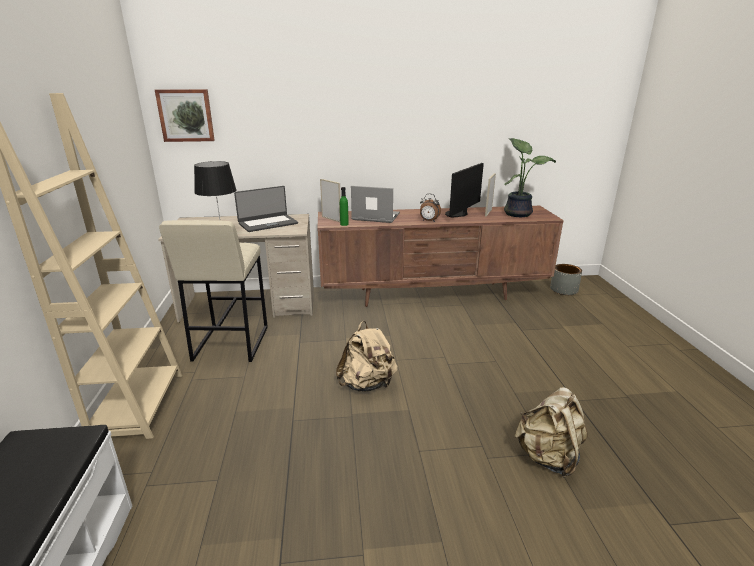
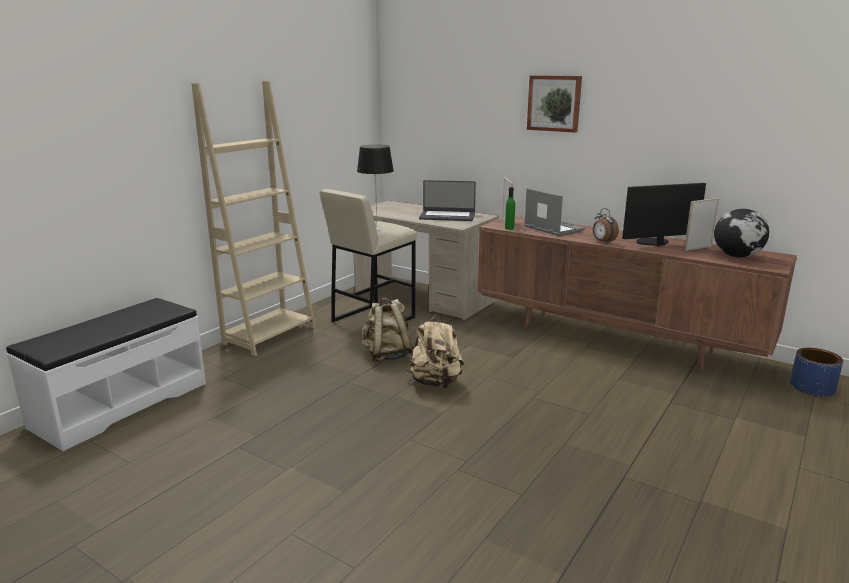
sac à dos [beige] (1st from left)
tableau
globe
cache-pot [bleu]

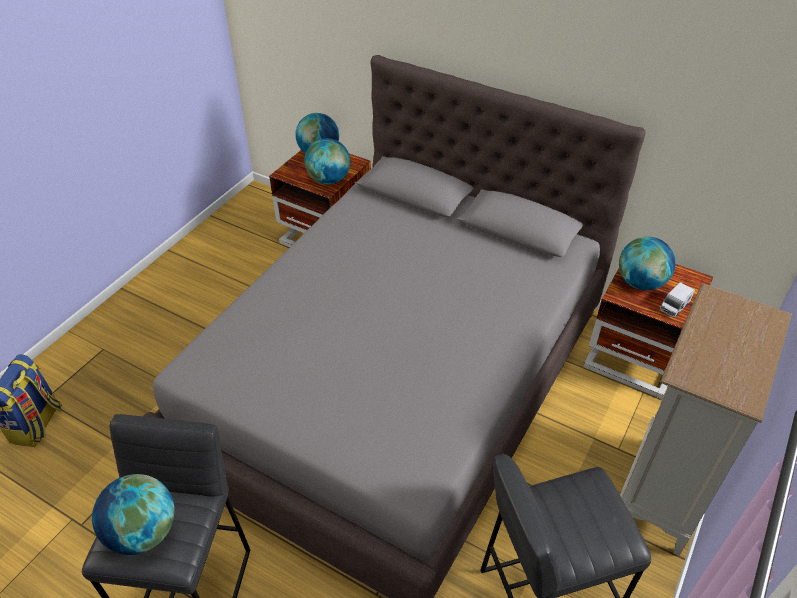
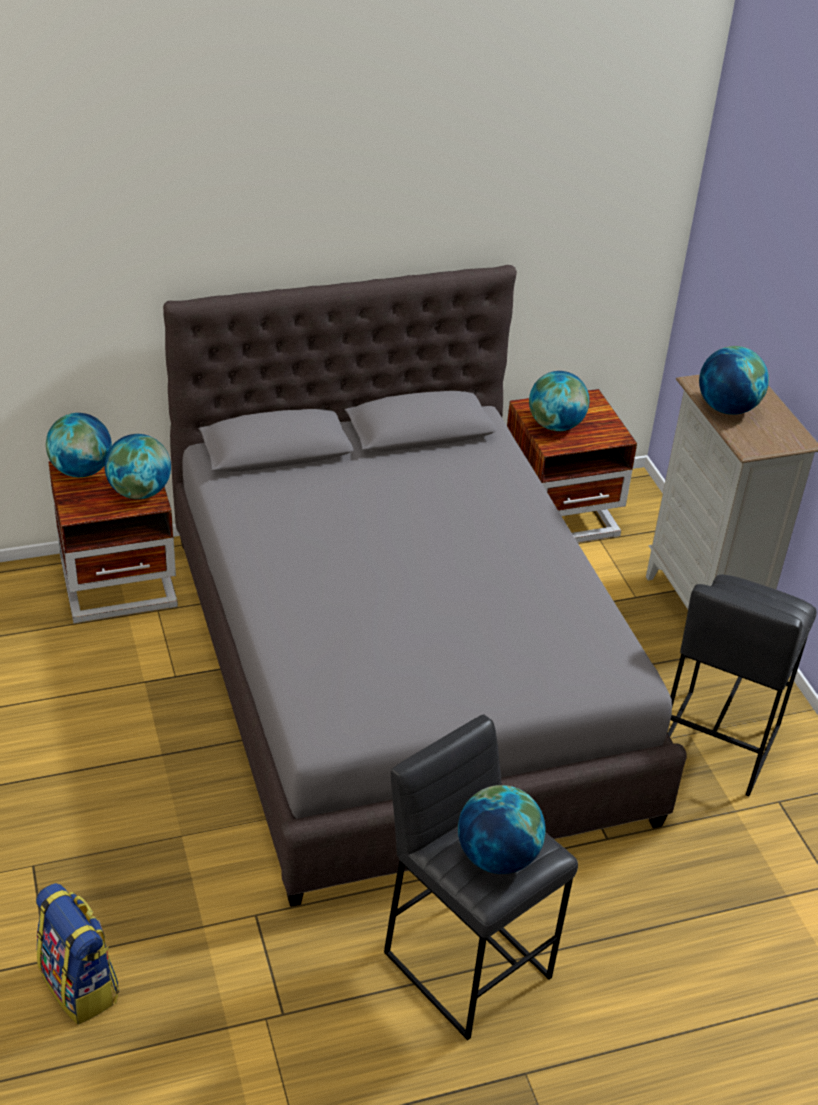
globe (5th from left)
camion jouet

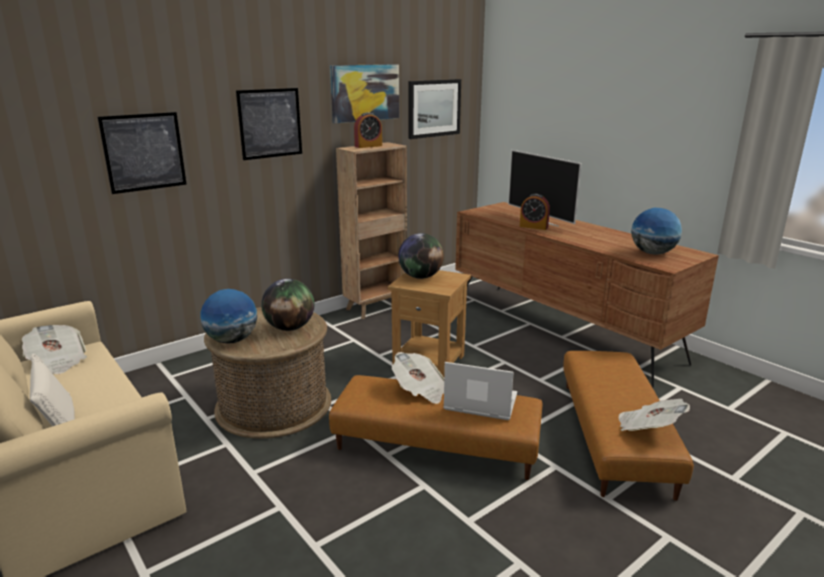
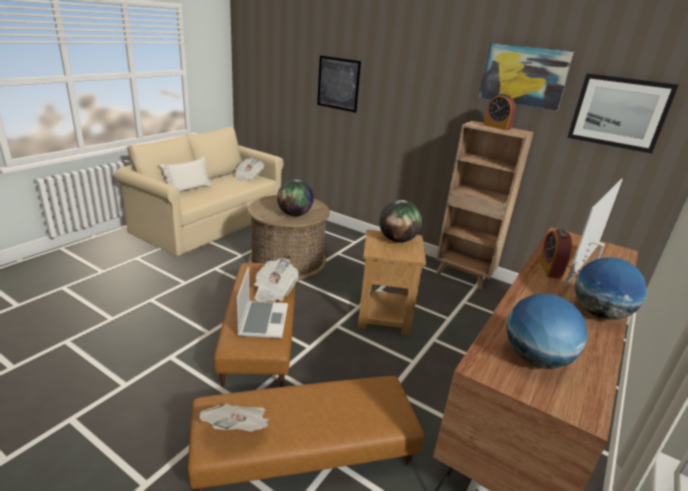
globe (4th from left)
tableau (2nd from left in the first image)

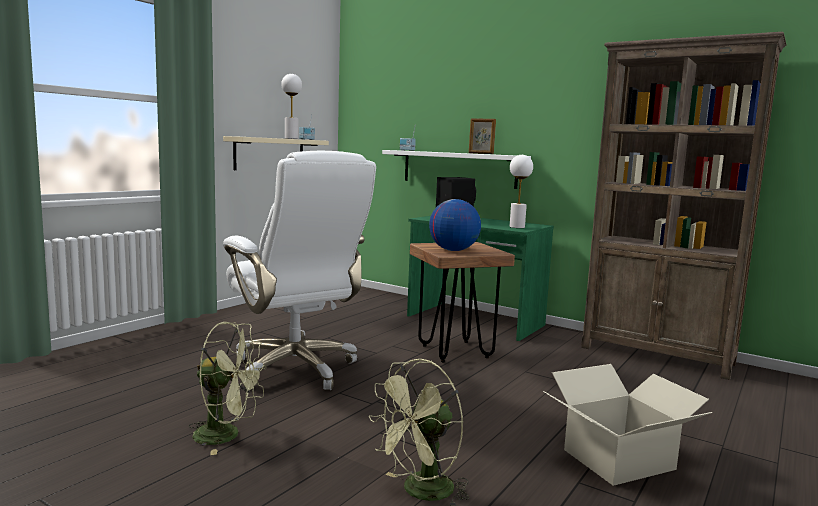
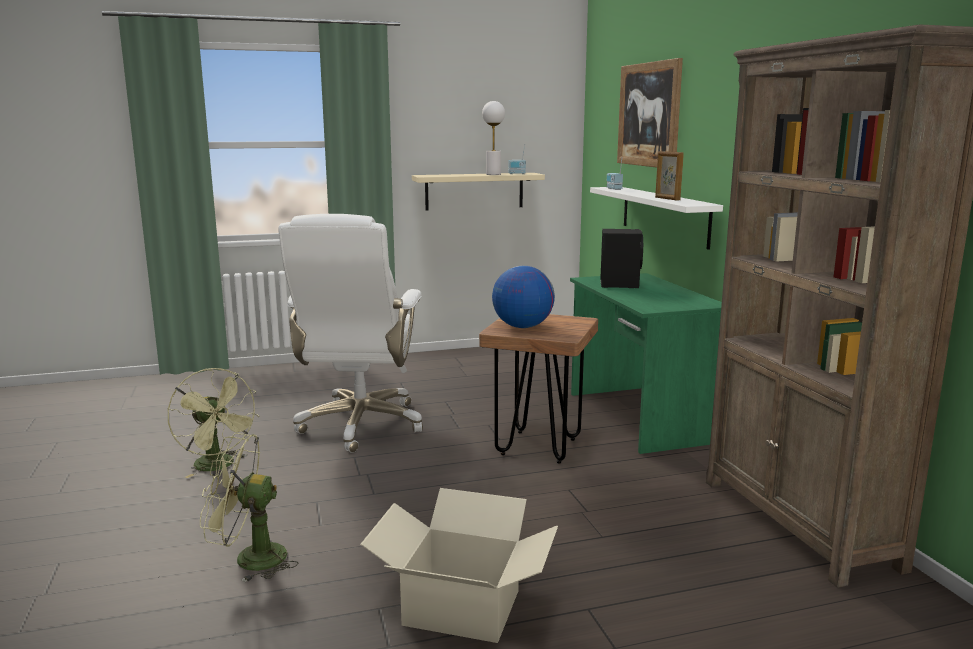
tableau
lampe de table [blanc] (2nd from left in the first image)

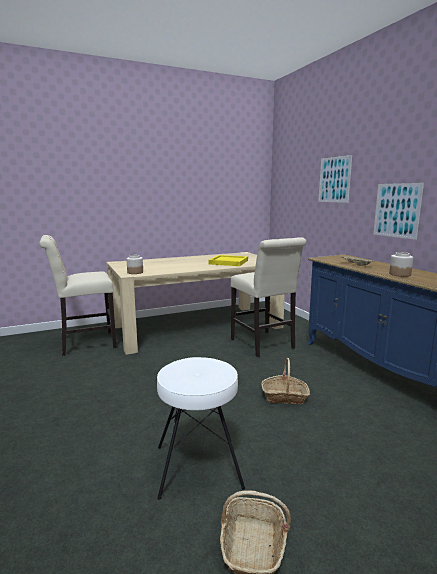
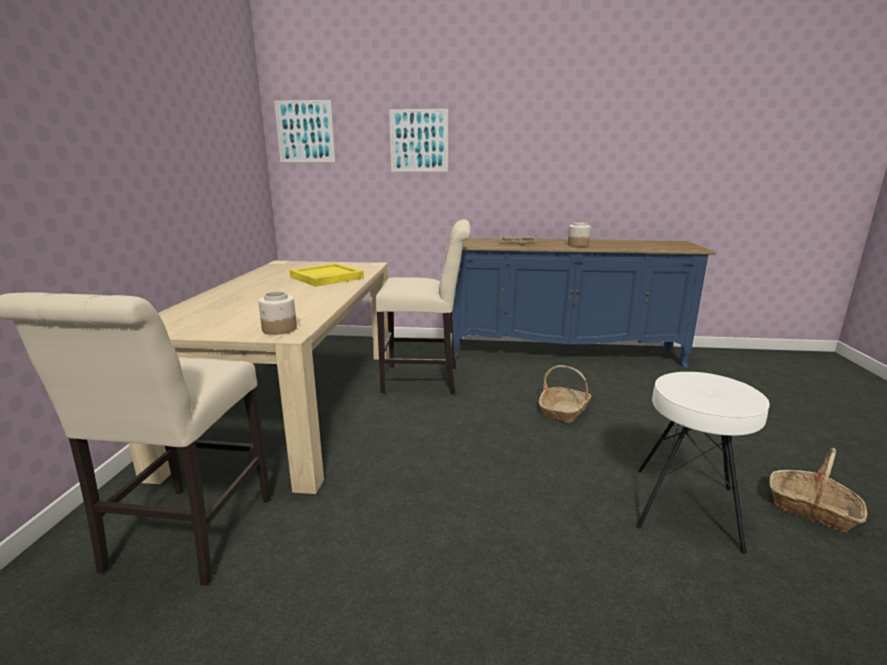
tableau (1st from left)

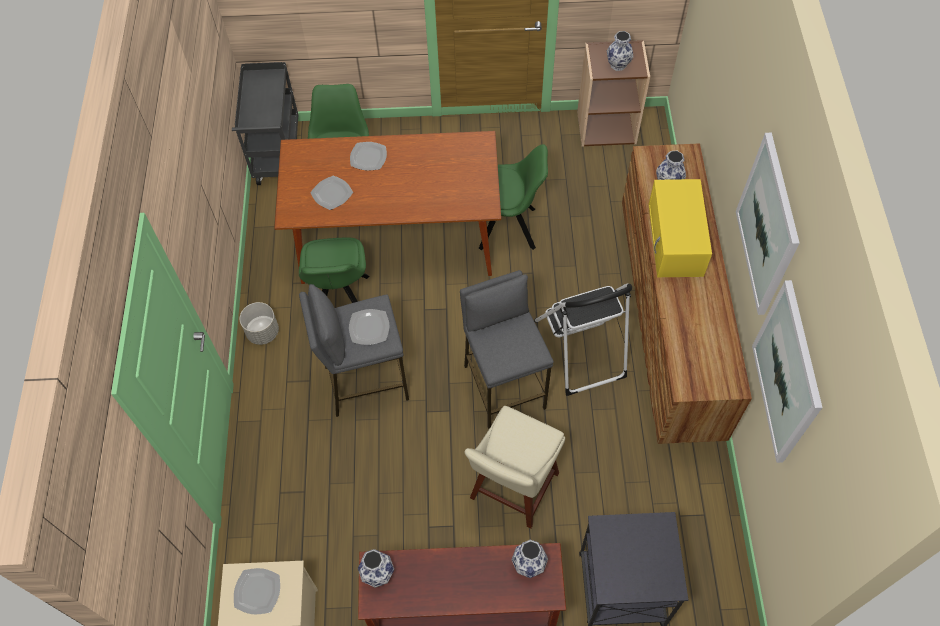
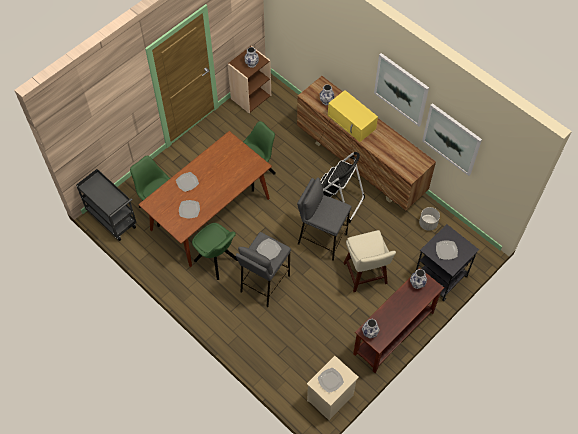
cache-pot [gris]
assiette (5th from left)

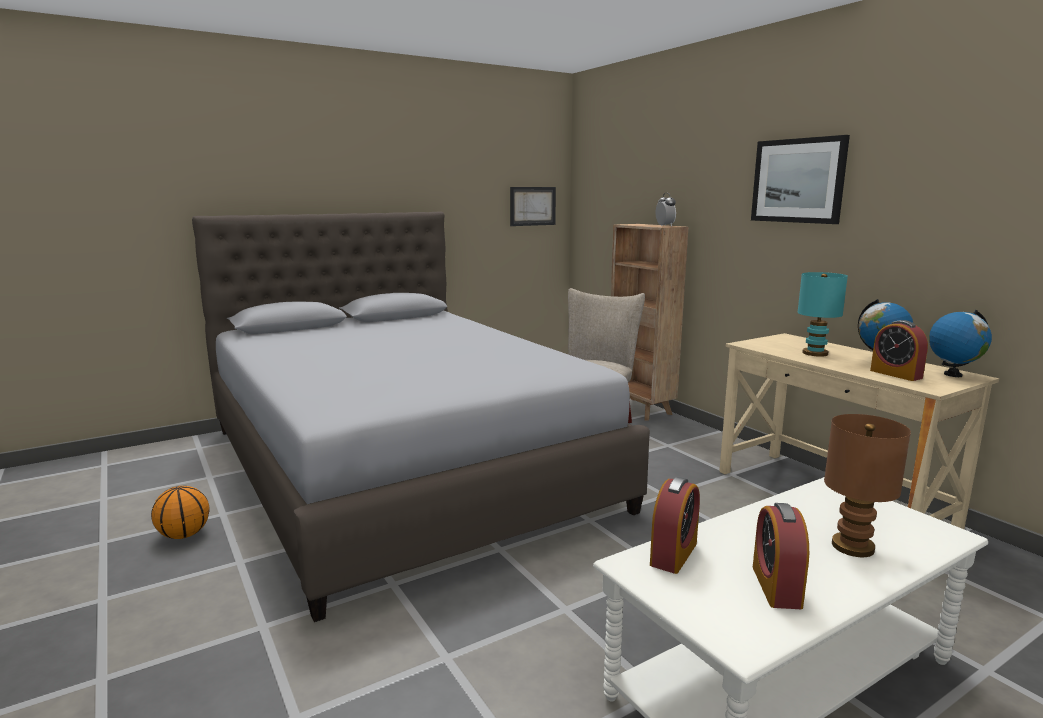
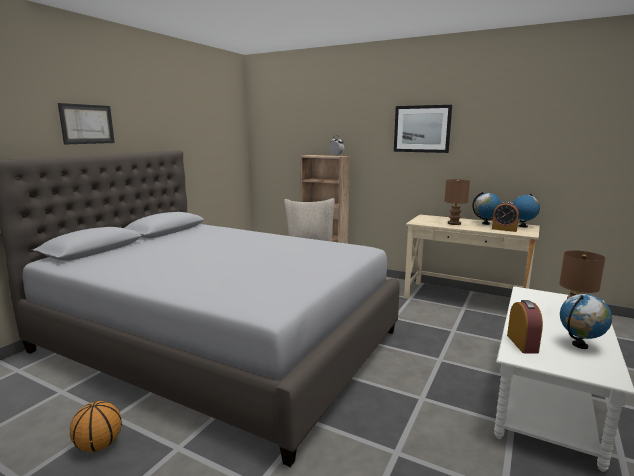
tableau (1st from left)
lampe de table [marron] (1st from left)
globe (3rd from left)

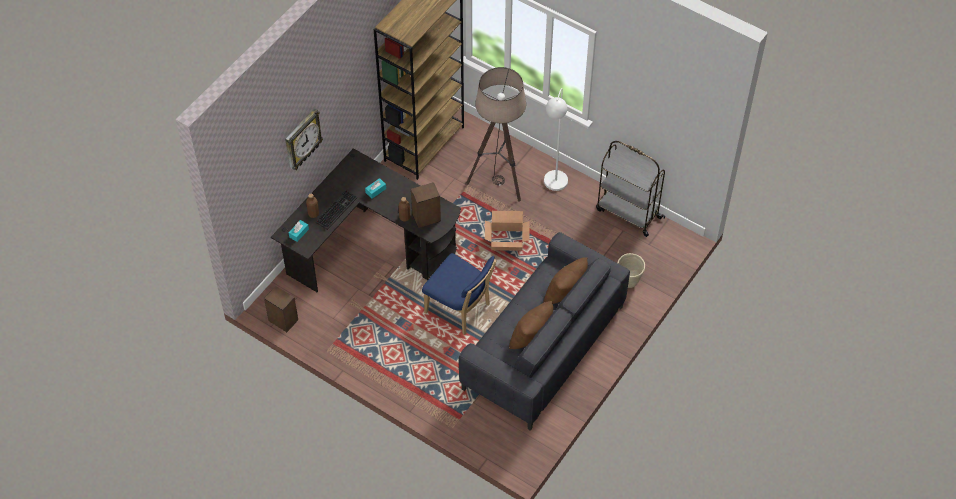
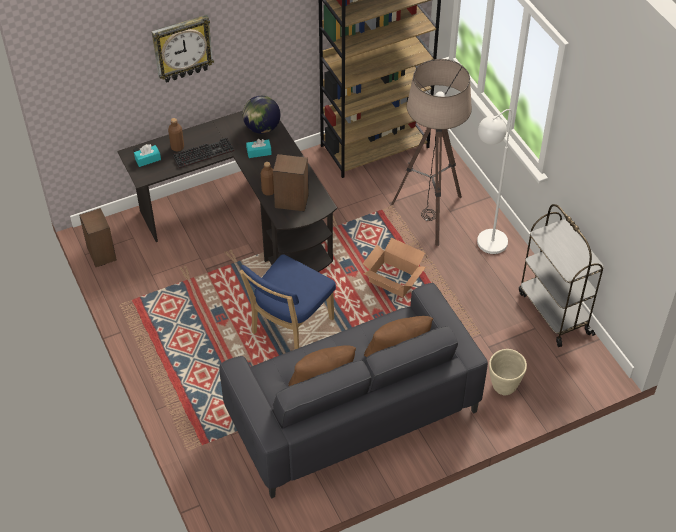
chaise [bleu]
globe

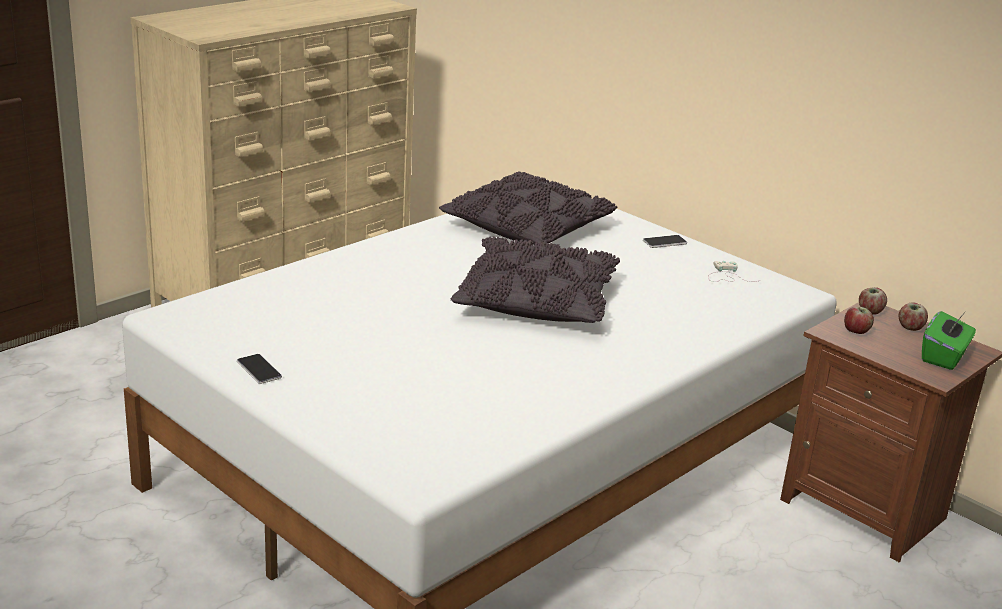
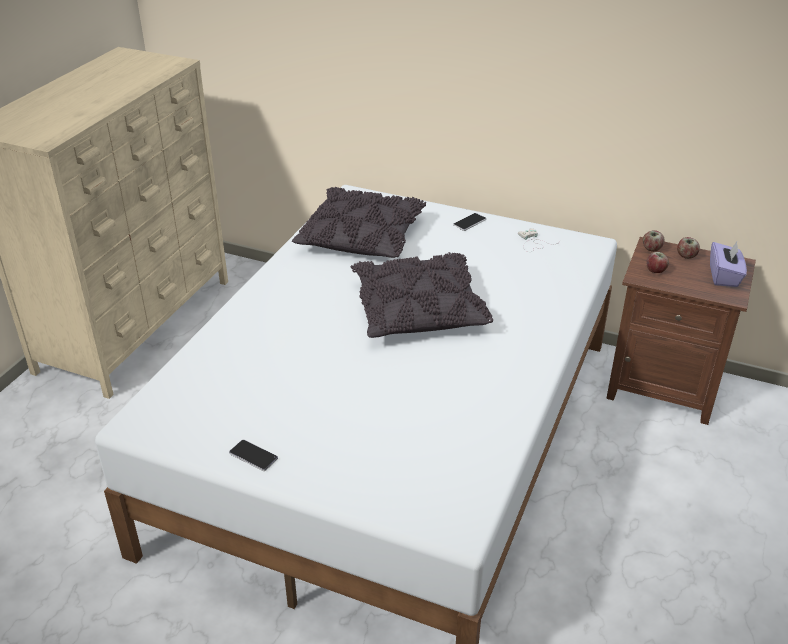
boîte à mouchoirs [violet]

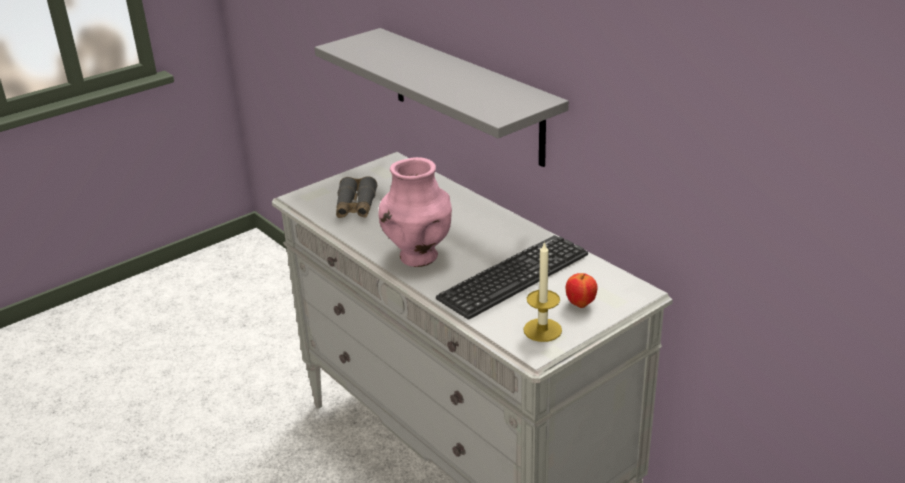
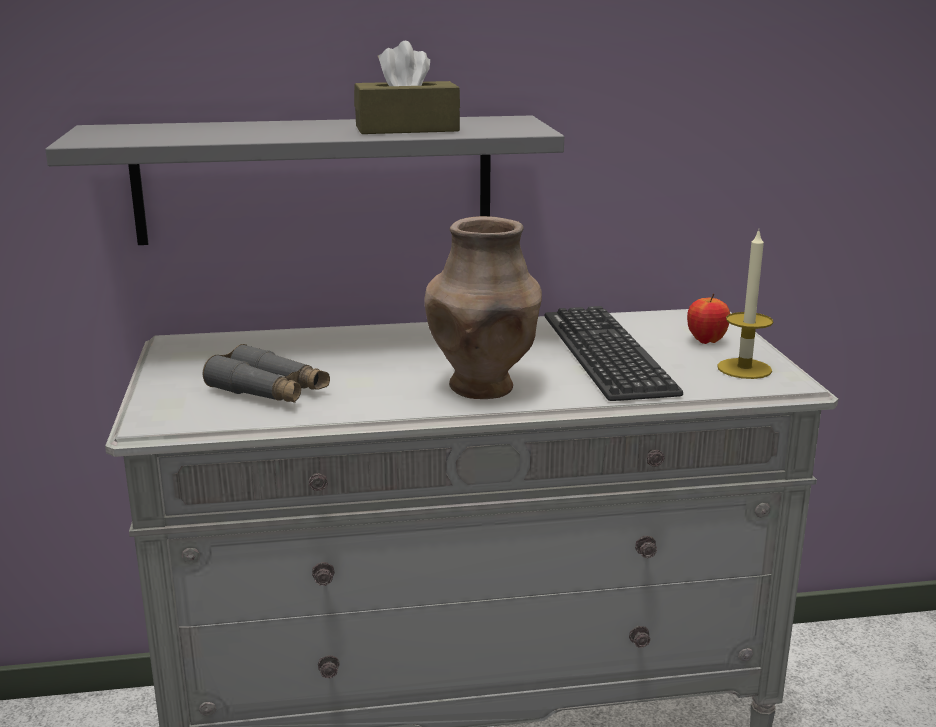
boîte à mouchoirs [marron]
vase [marron]

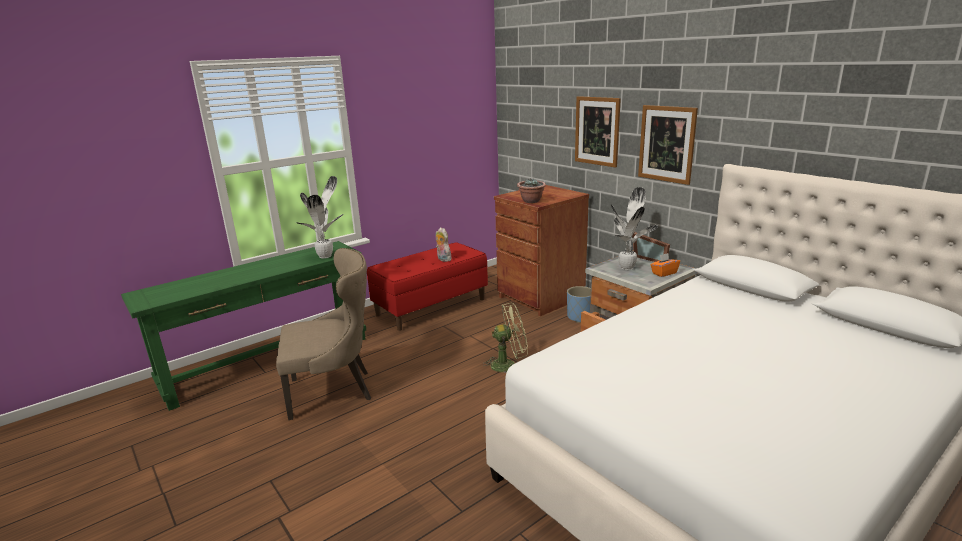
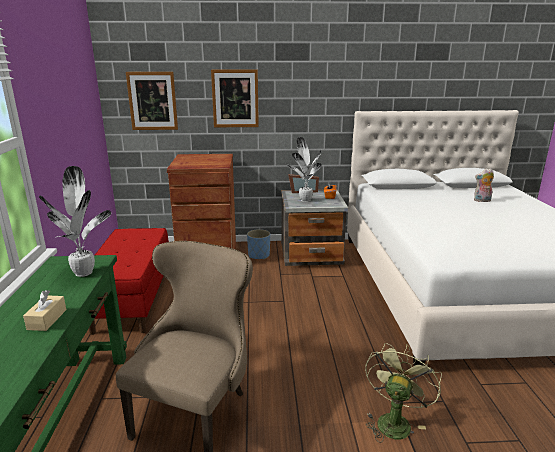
boîte à mouchoirs [beige]
tableau (1st from left)
ventilateur [vert]
peluche
plante en pot (2nd from left in the first image)

